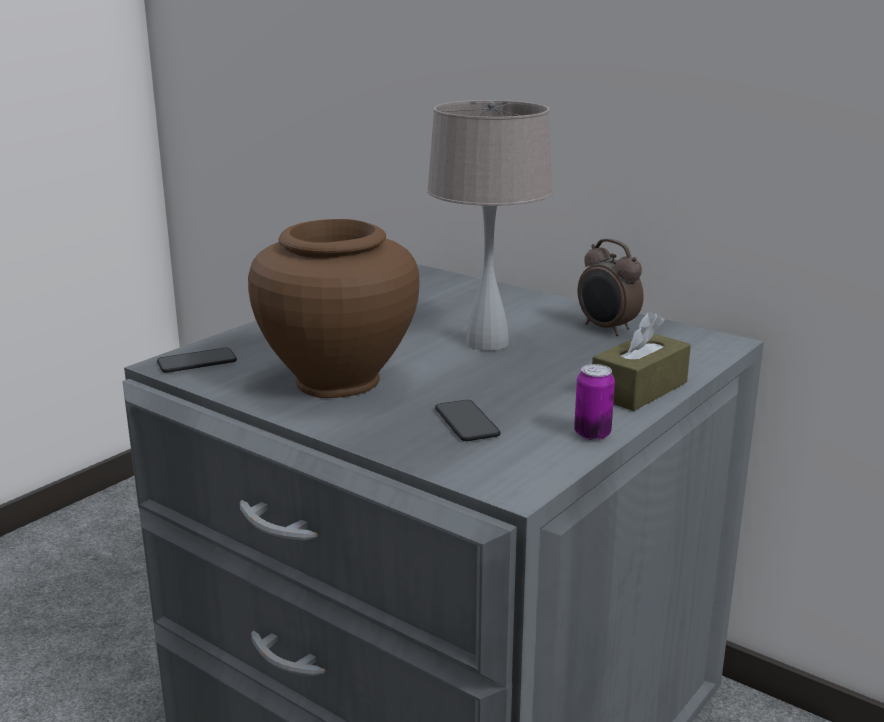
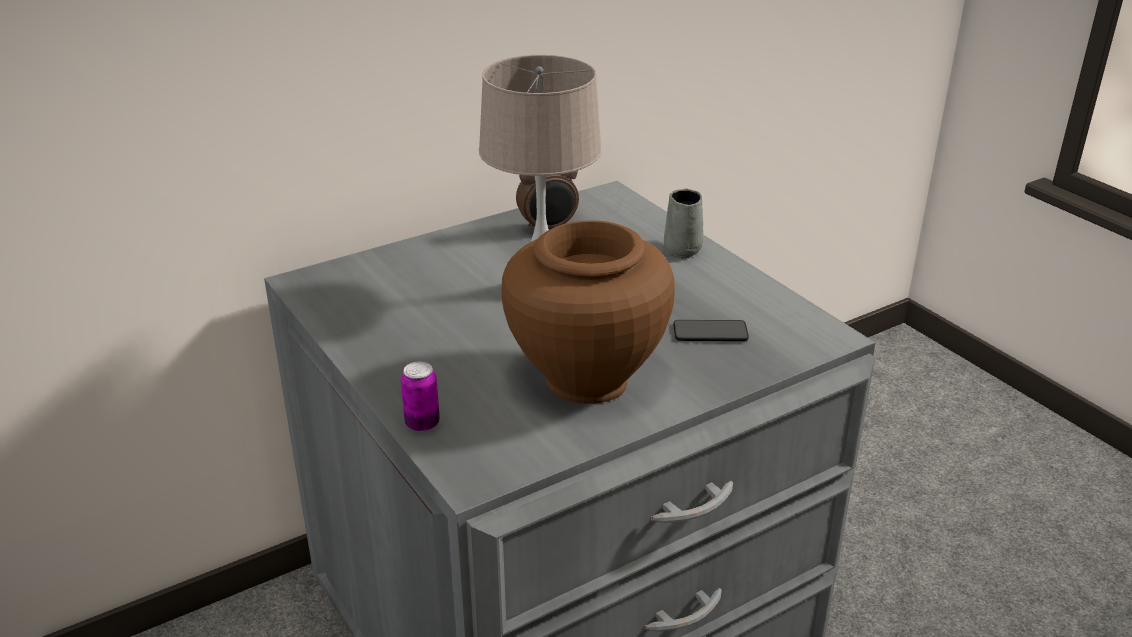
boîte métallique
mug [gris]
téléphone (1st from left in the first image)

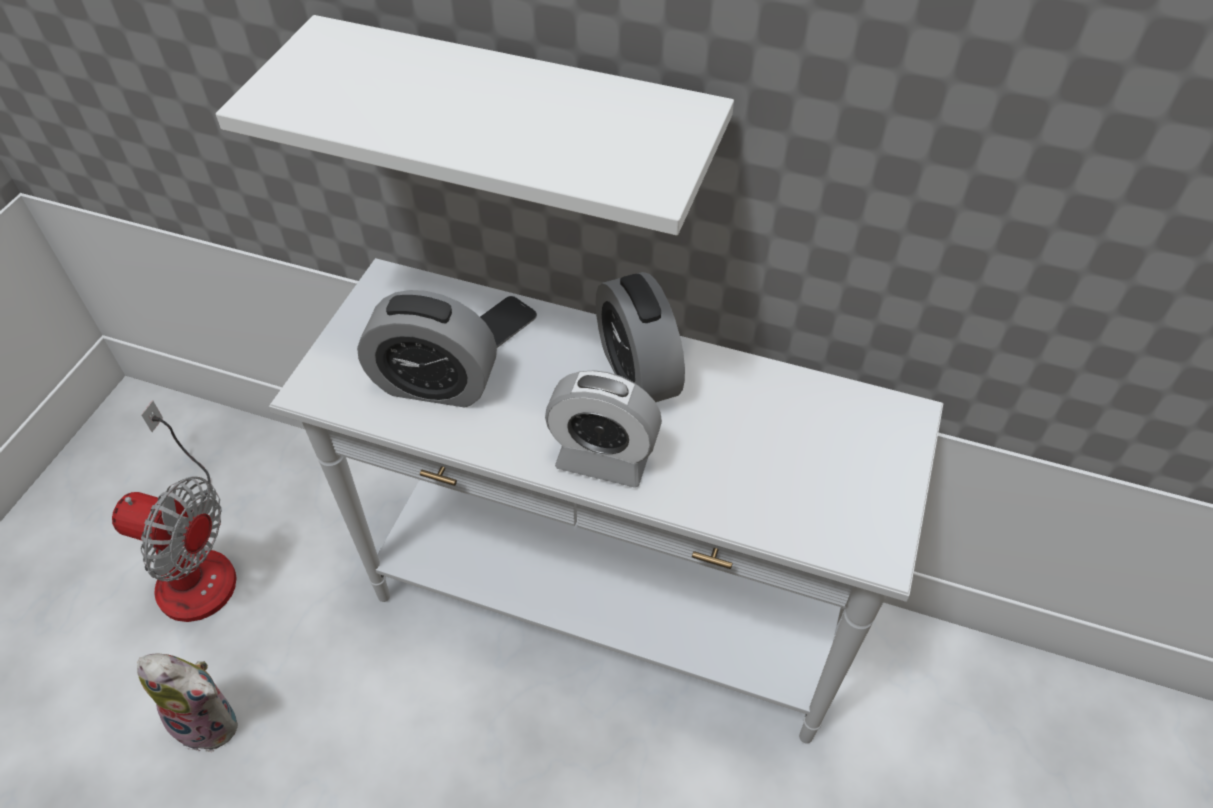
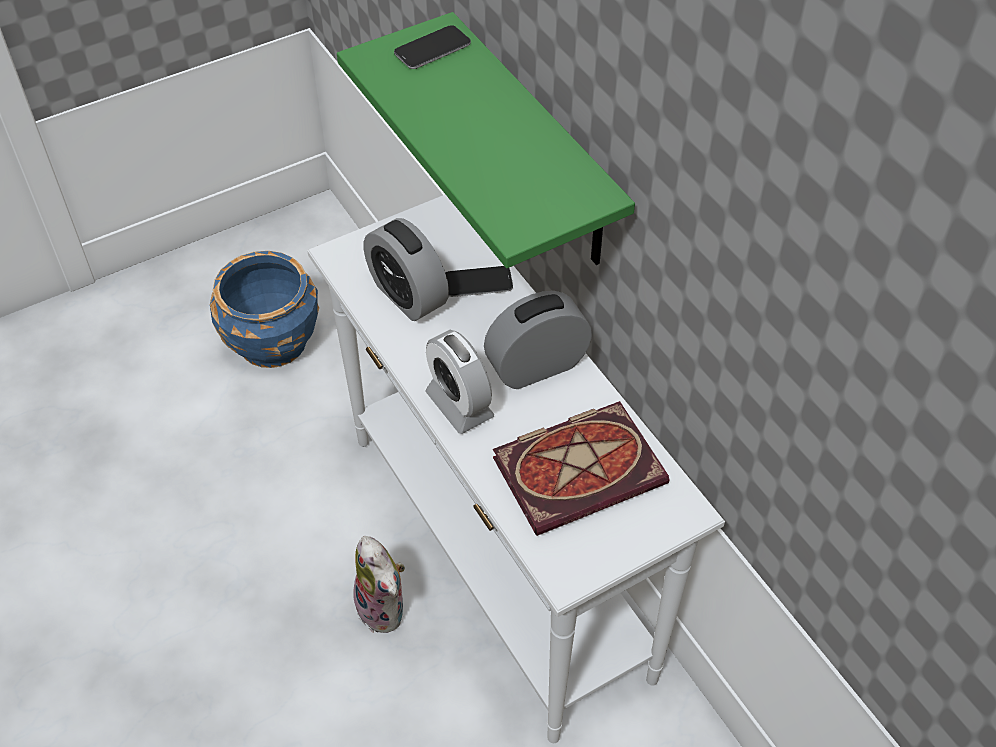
cache-pot [bleu]
étagère [vert]
peluche
téléphone (1st from left)
réveil (3rd from left)
livre

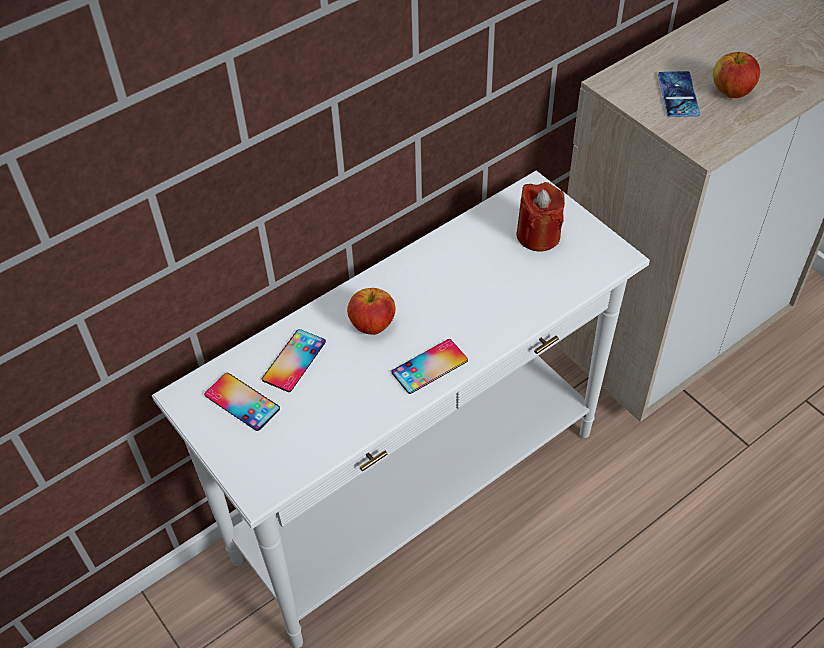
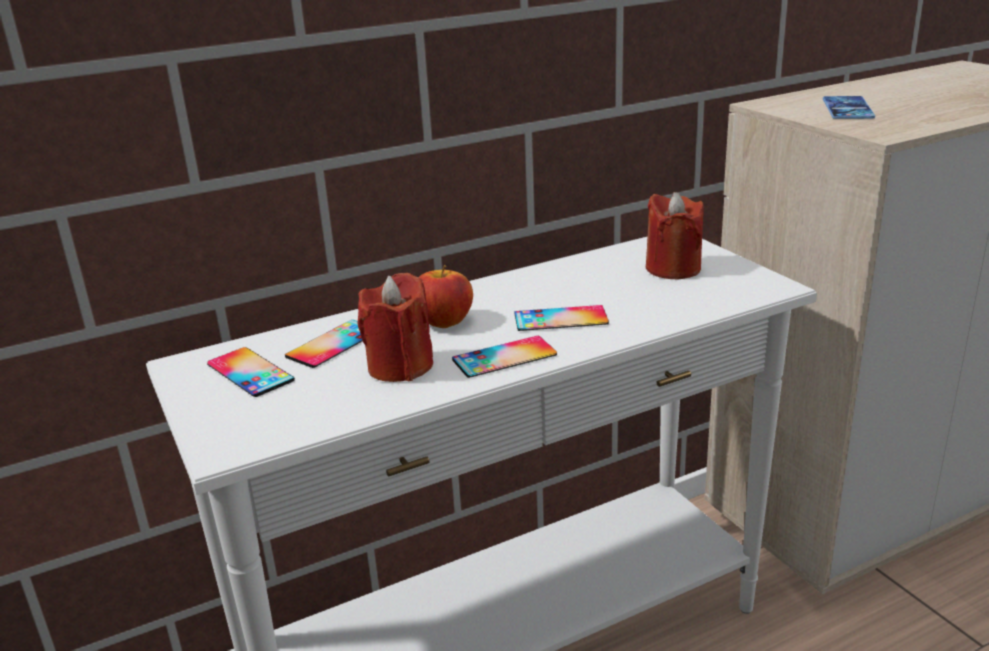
bougie [rouge] (1st from left)
téléphone (4th from left)
pomme (2nd from left in the first image)

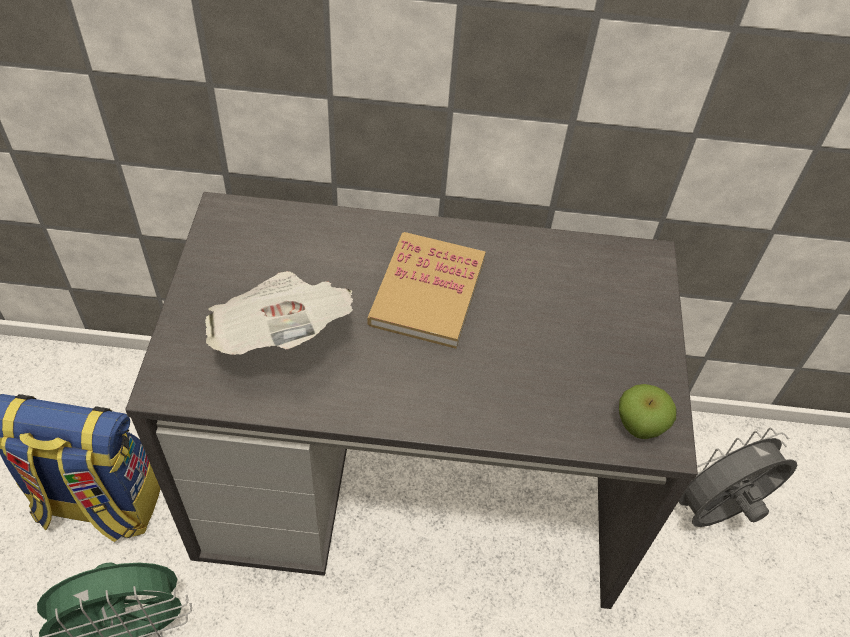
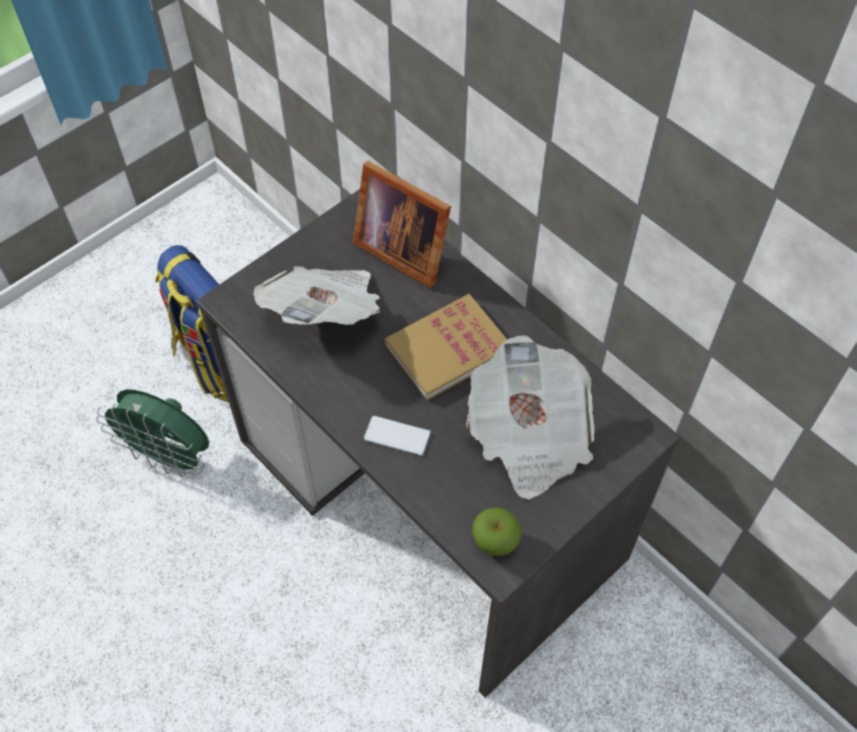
cadre photo
téléphone
journal (2nd from left)
ventilateur [gris]

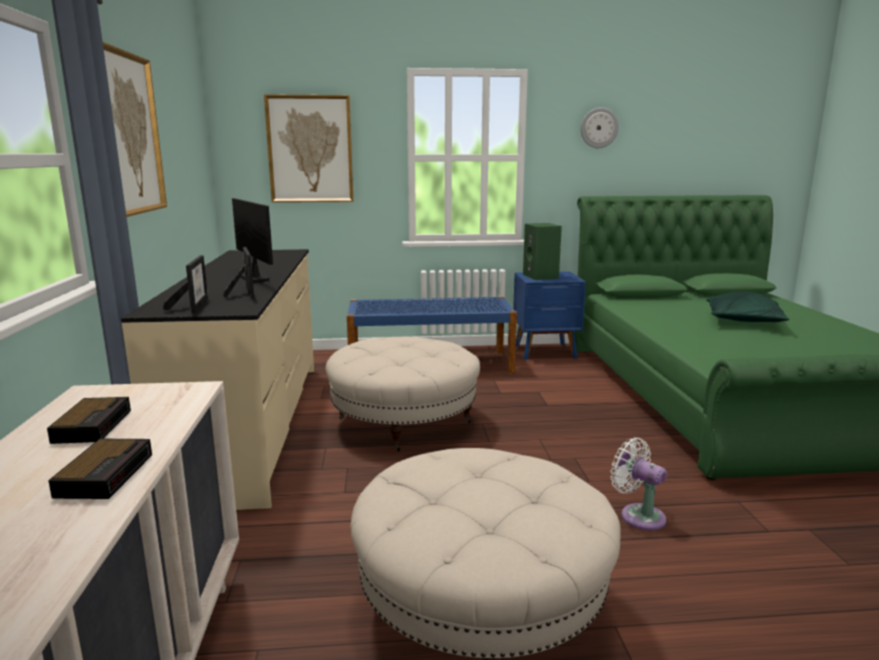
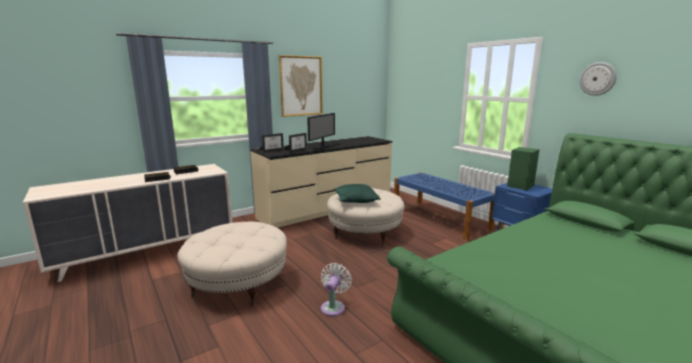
coussin [vert]
tableau (2nd from left in the first image)

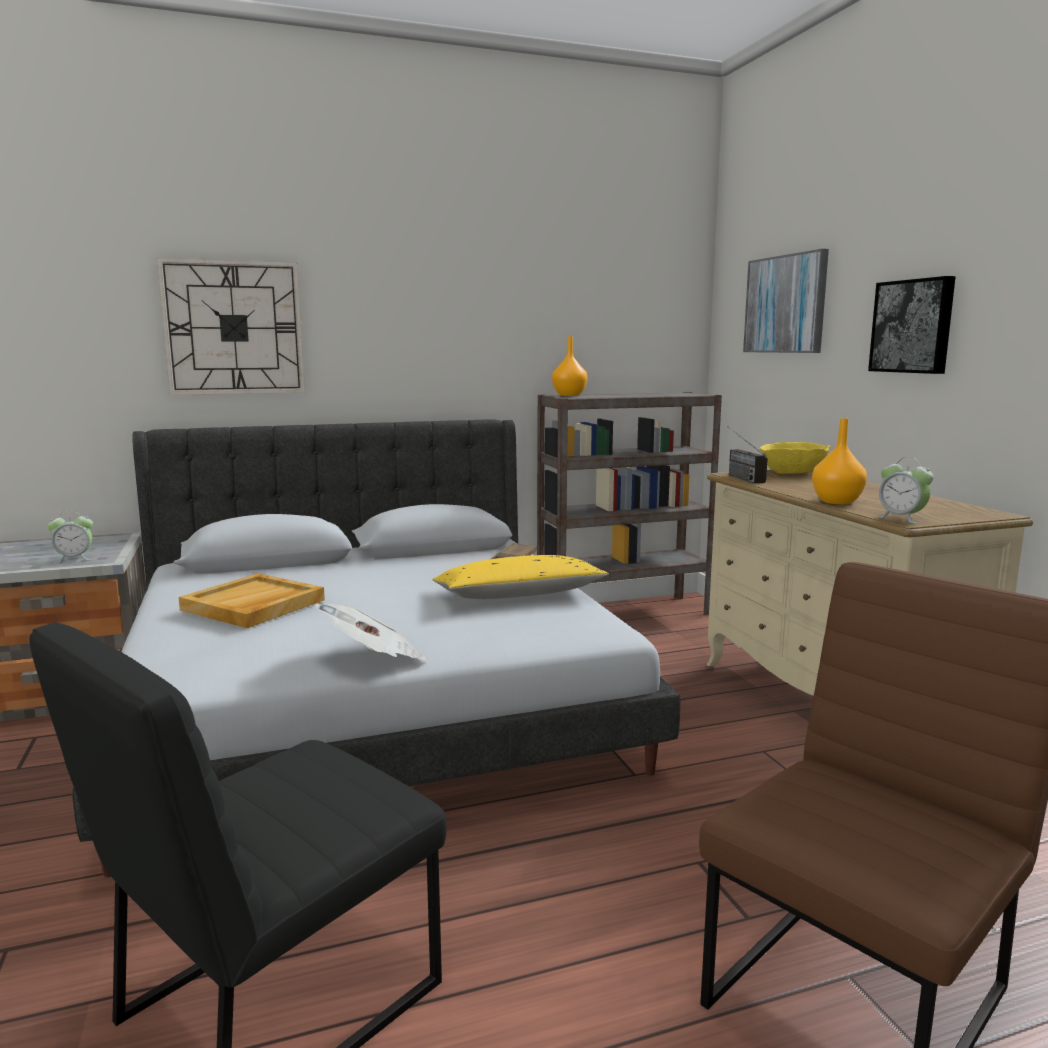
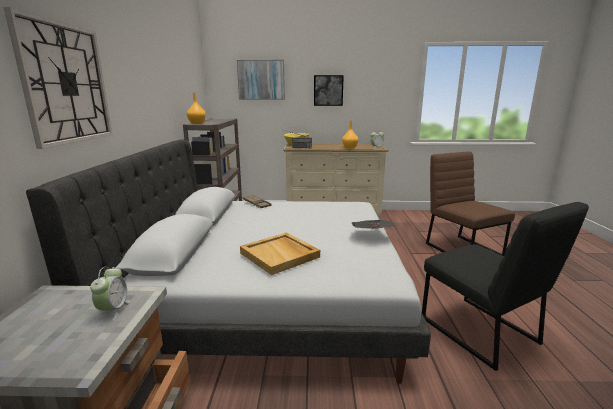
coussin [jaune]

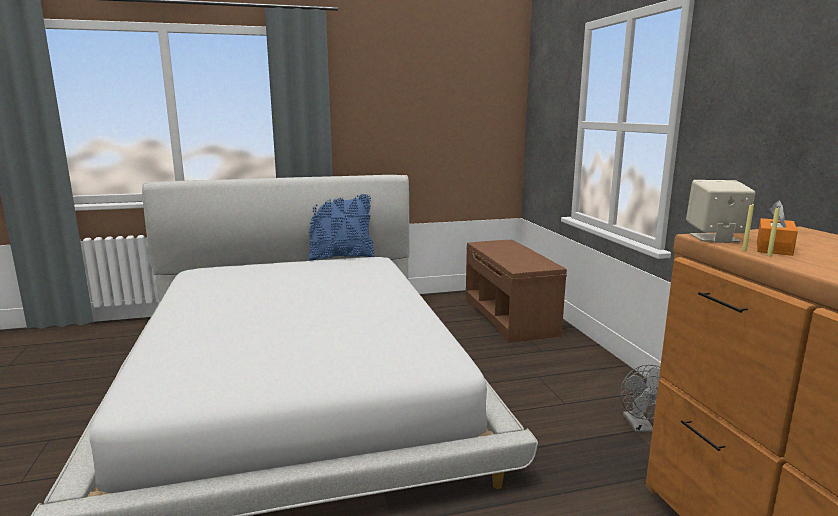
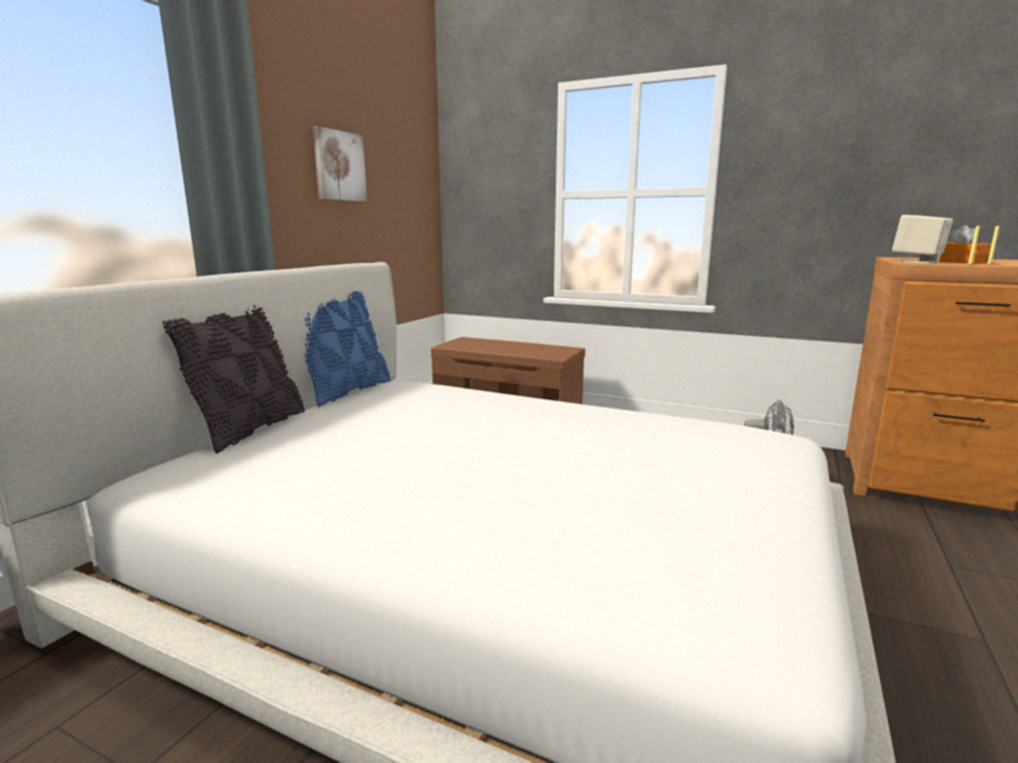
coussin [noir]
tableau

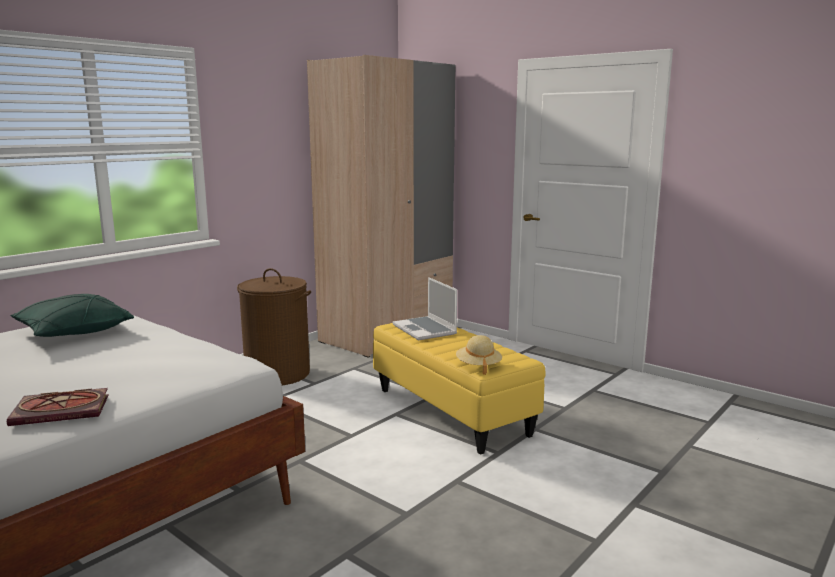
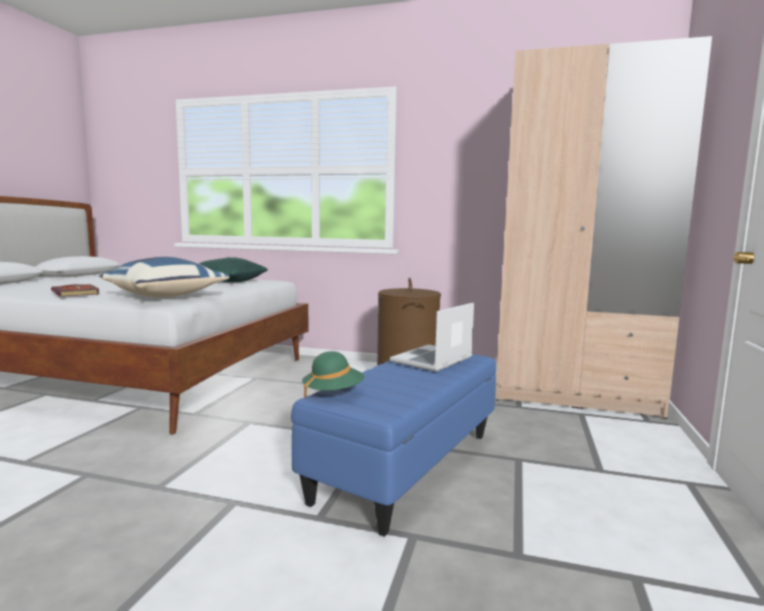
coussin [bleu]
pouf [bleu]
chapeau [vert]

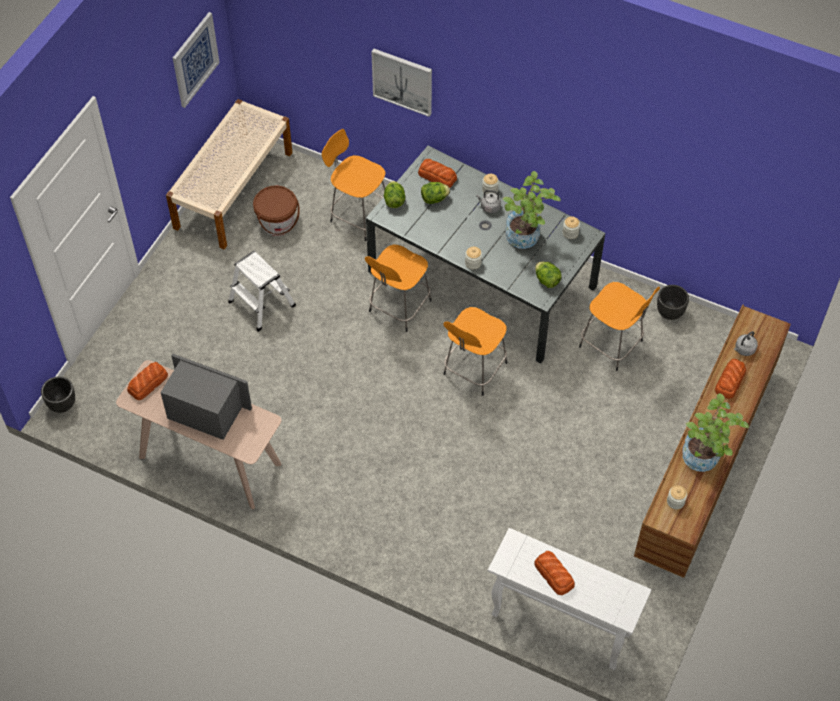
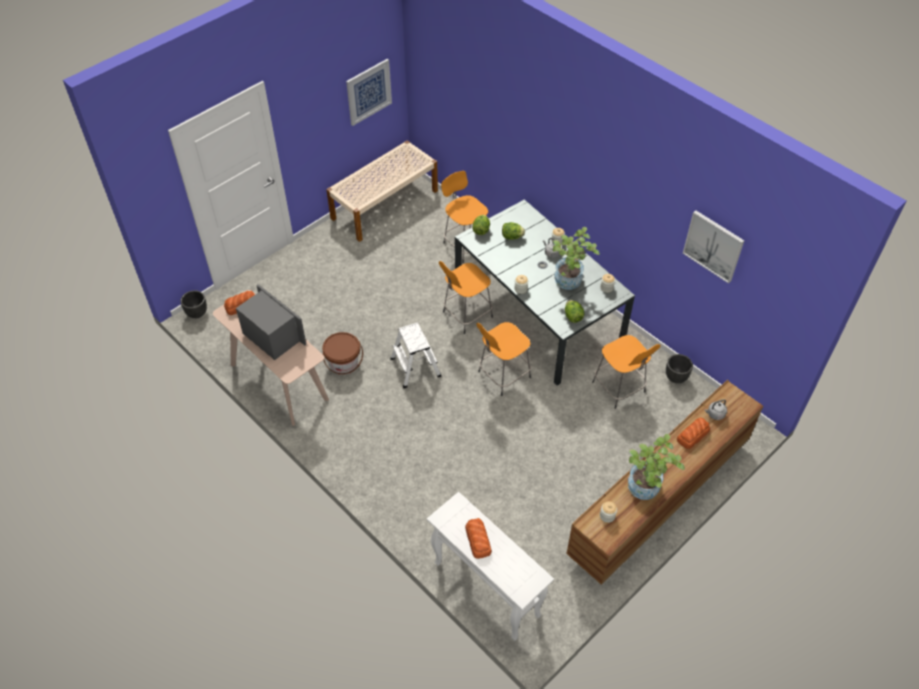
seau [marron]
escabeau [blanc]
tableau (2nd from left)
pain (2nd from left in the first image)

